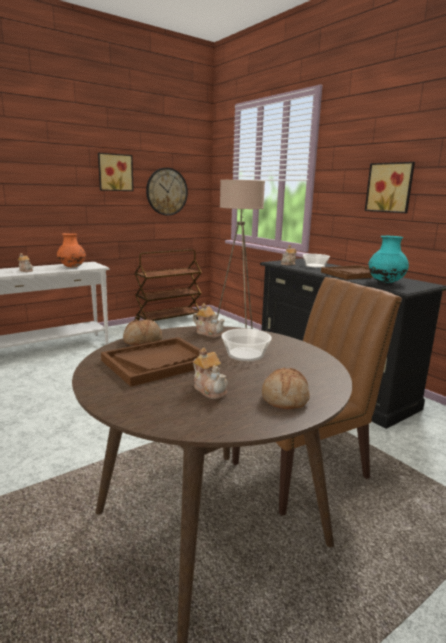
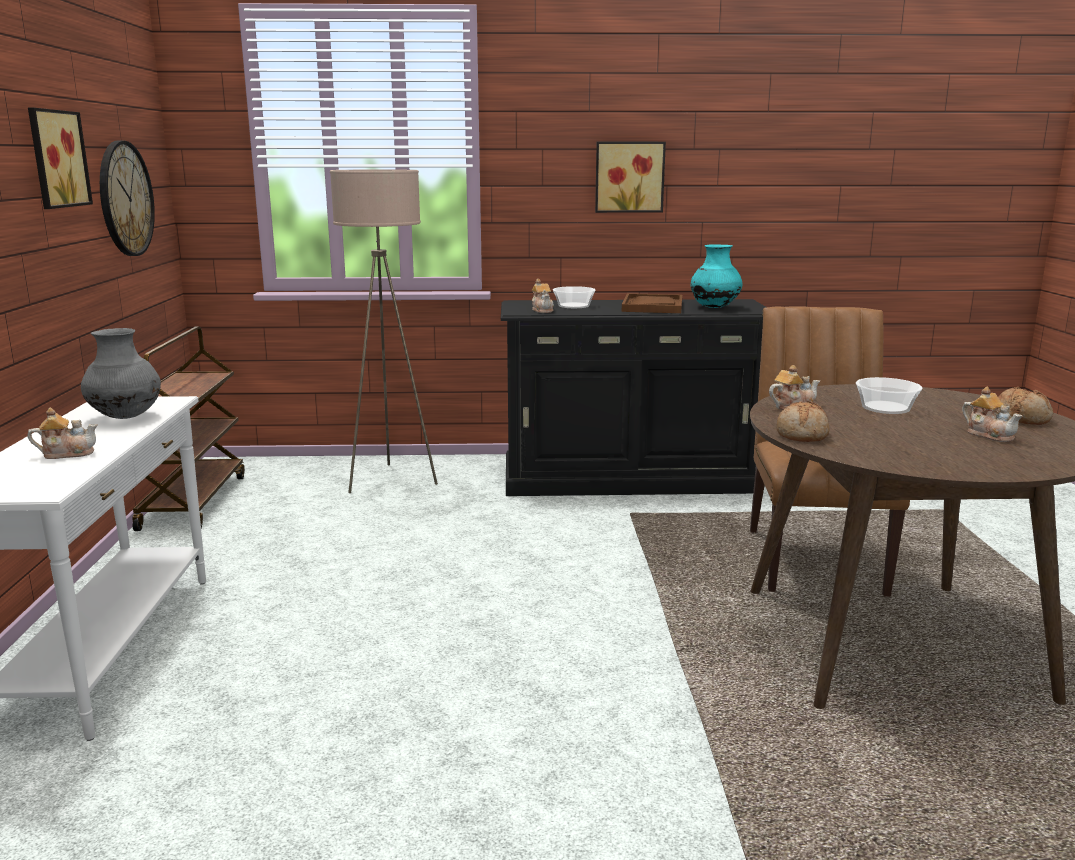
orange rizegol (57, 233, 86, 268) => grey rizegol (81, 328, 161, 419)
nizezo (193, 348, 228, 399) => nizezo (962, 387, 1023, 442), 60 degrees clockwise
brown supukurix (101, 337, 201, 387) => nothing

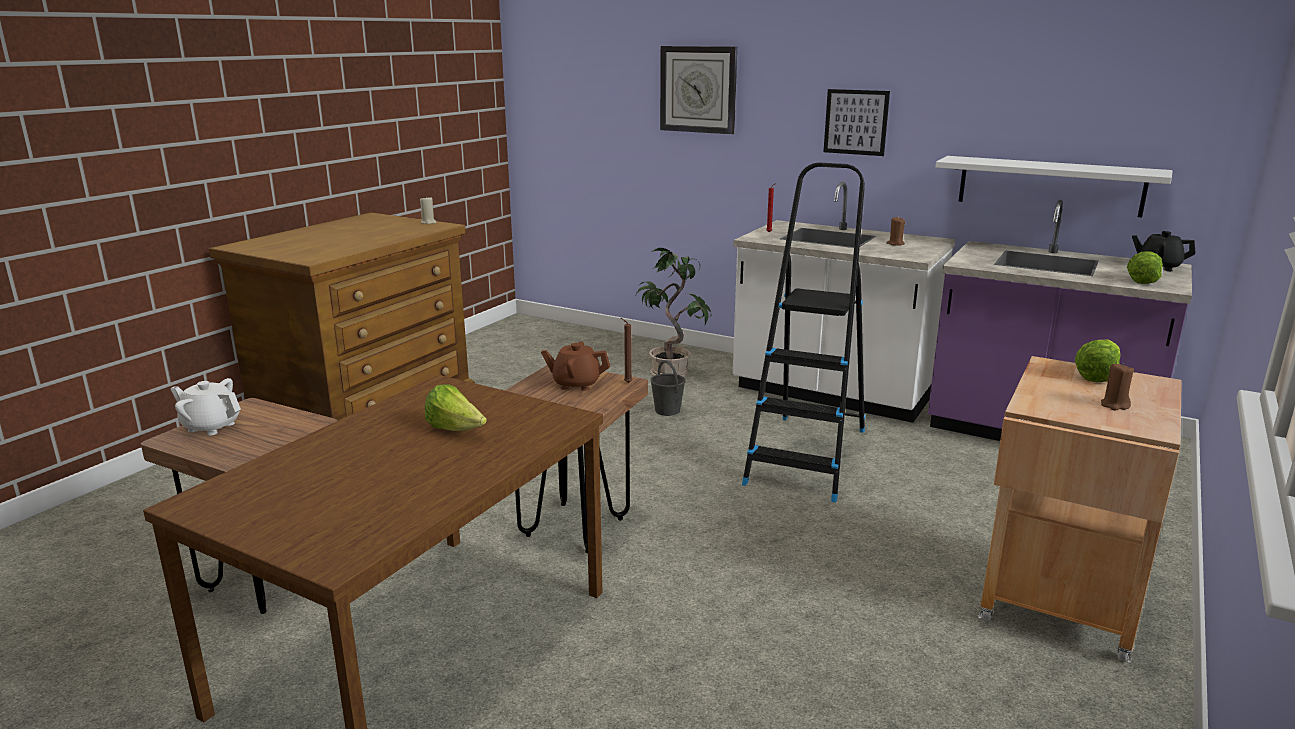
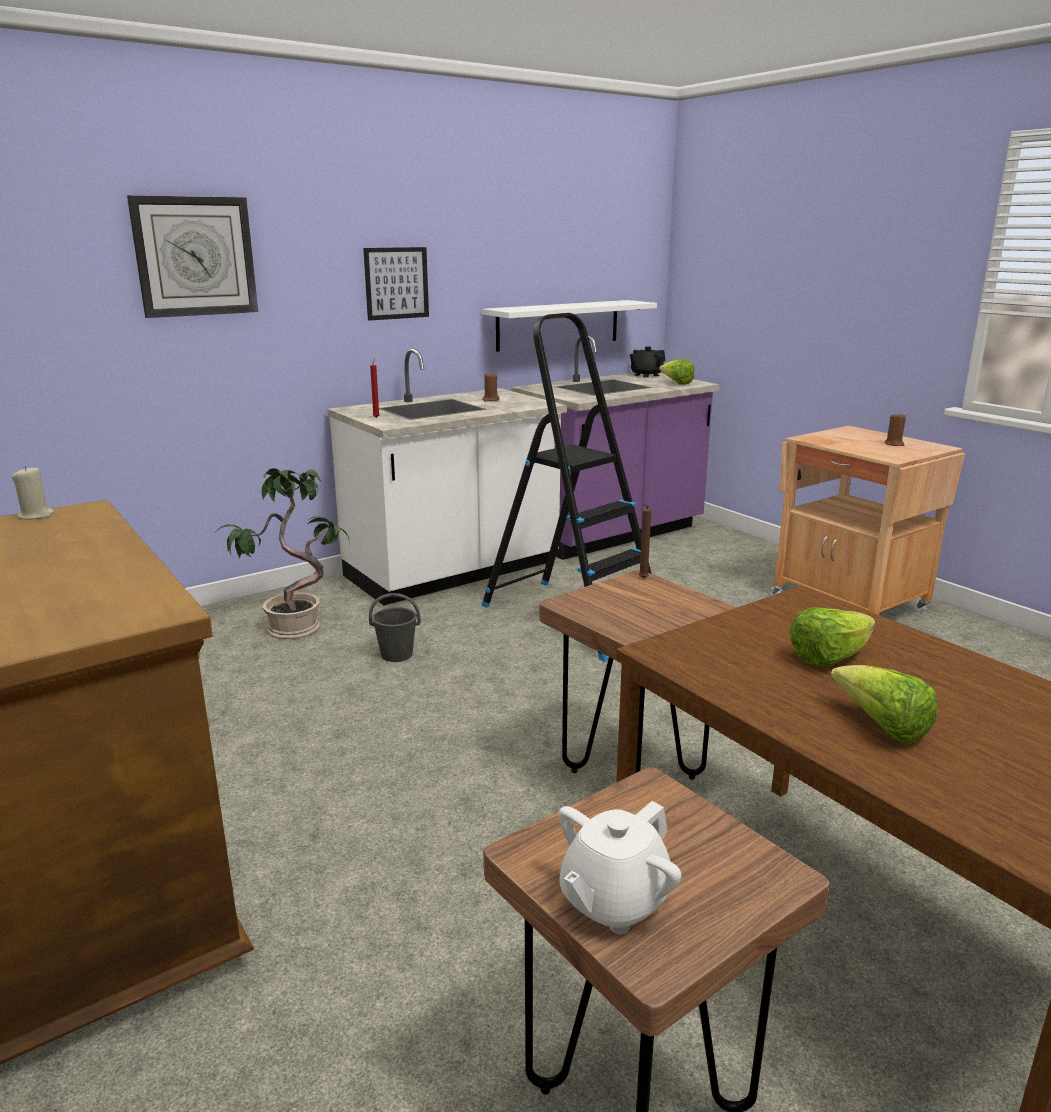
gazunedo (1075, 340, 1121, 382) => gazunedo (830, 665, 938, 744), relocated
brown nizezo (541, 341, 610, 391) => nothing

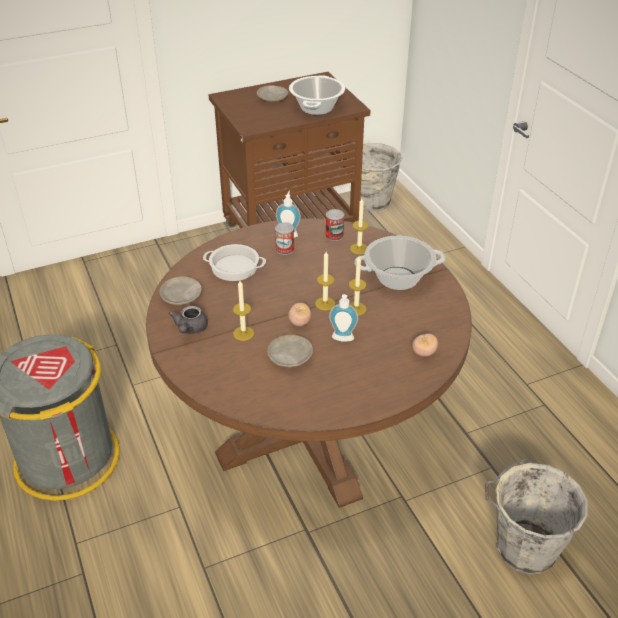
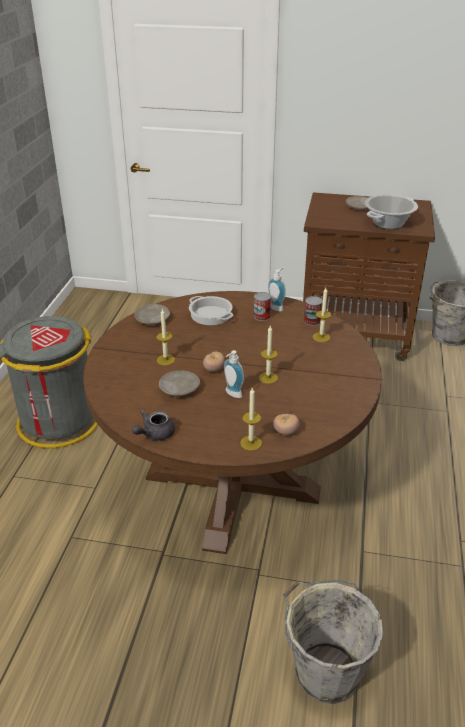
grey nizezo (169, 306, 208, 334) => grey nizezo (132, 410, 175, 440), relocated
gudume (315, 251, 335, 311) => gudume (240, 388, 262, 451), relocated
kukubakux (354, 236, 445, 290) => nothing

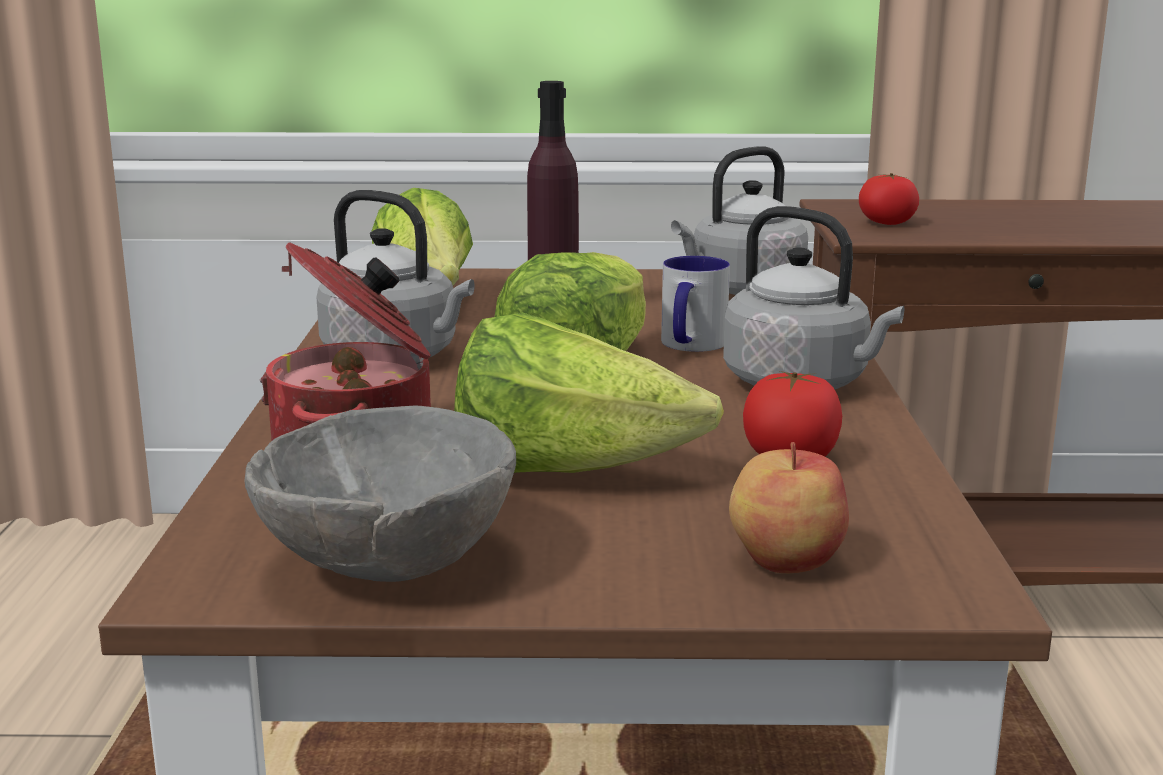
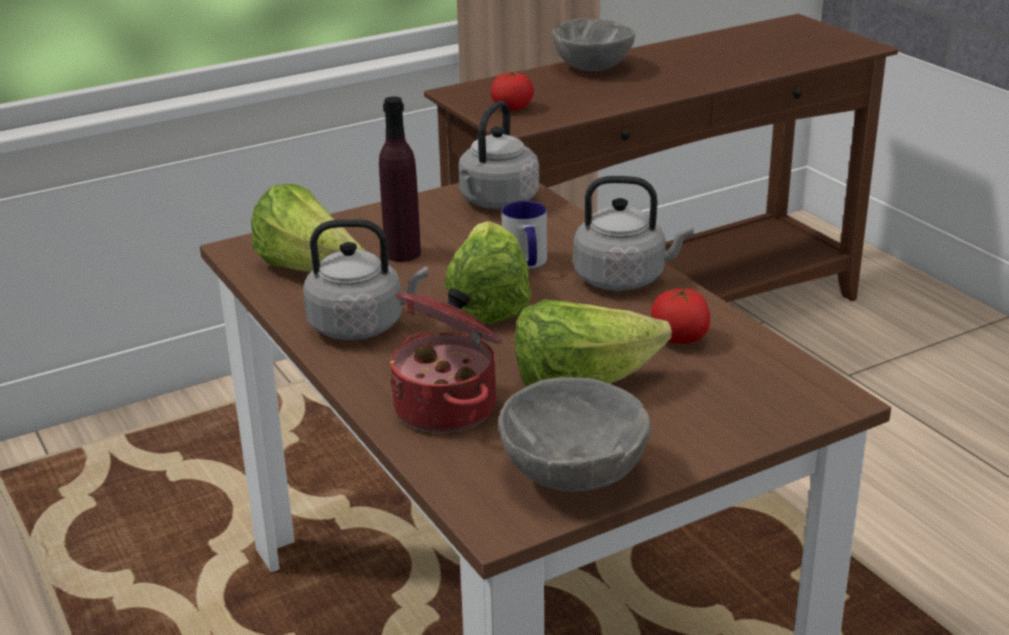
nothing => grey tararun (552, 18, 635, 71)
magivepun (729, 442, 849, 573) => nothing

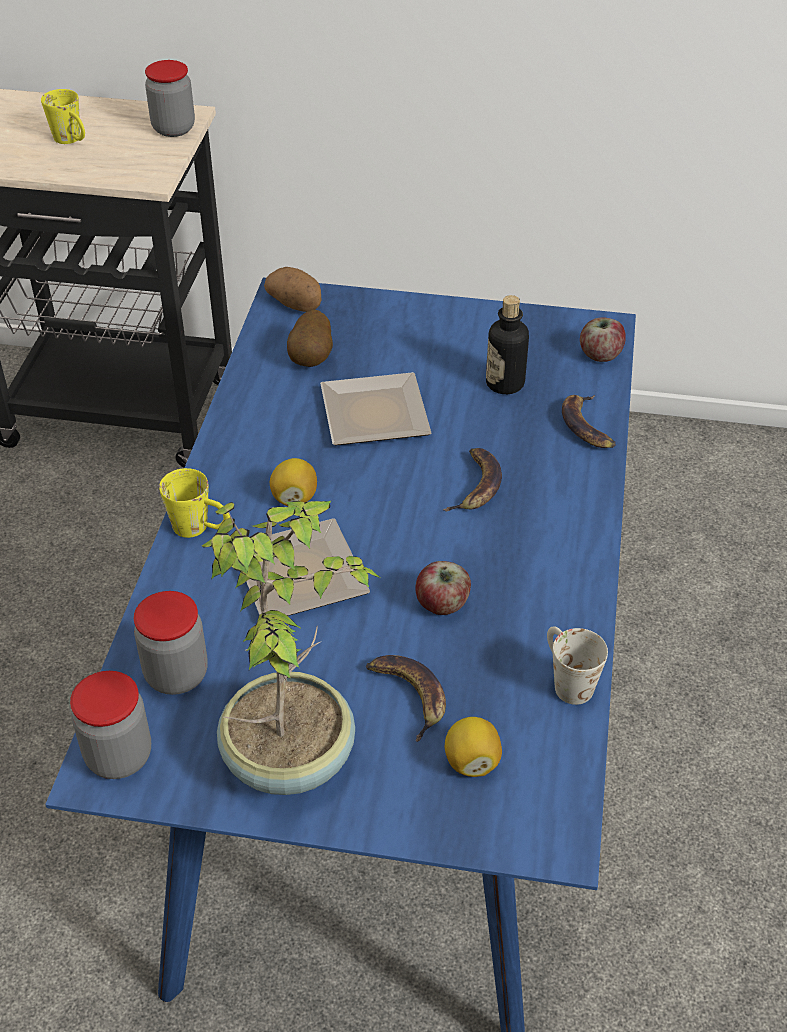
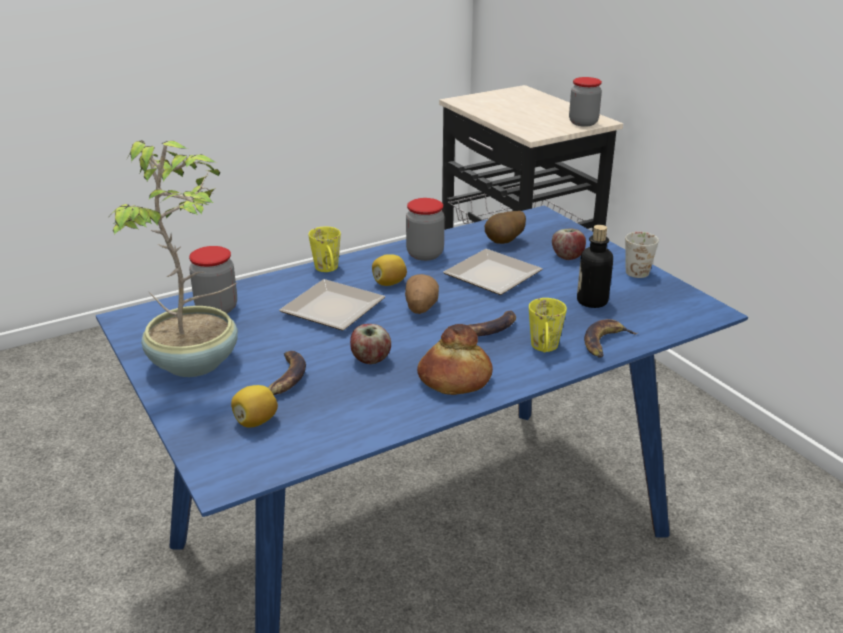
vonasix (264, 267, 322, 312) => vonasix (405, 274, 439, 314), relocated
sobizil (70, 671, 151, 779) => sobizil (406, 198, 445, 261), relocated
nothing => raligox (417, 324, 493, 395)
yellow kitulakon (41, 89, 85, 144) => yellow kitulakon (529, 298, 567, 353), relocated
magivepun (580, 317, 626, 362) => magivepun (552, 229, 586, 260), relocated
white kitulakon (547, 626, 608, 705) => white kitulakon (625, 232, 659, 278), relocated

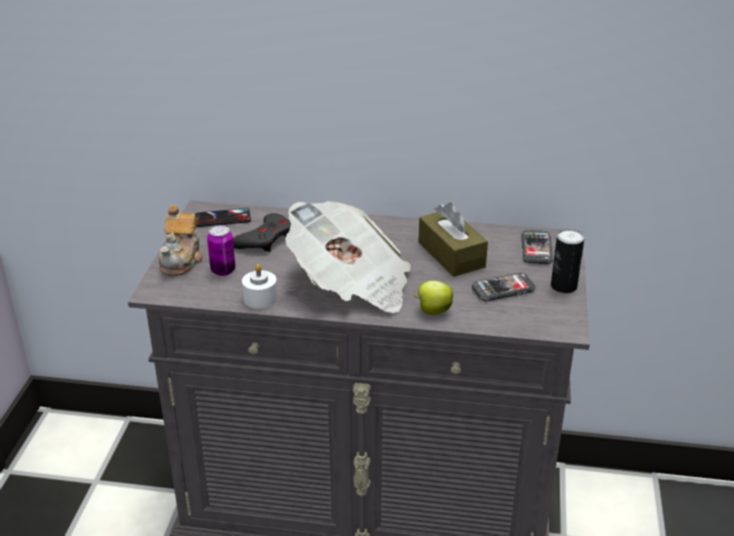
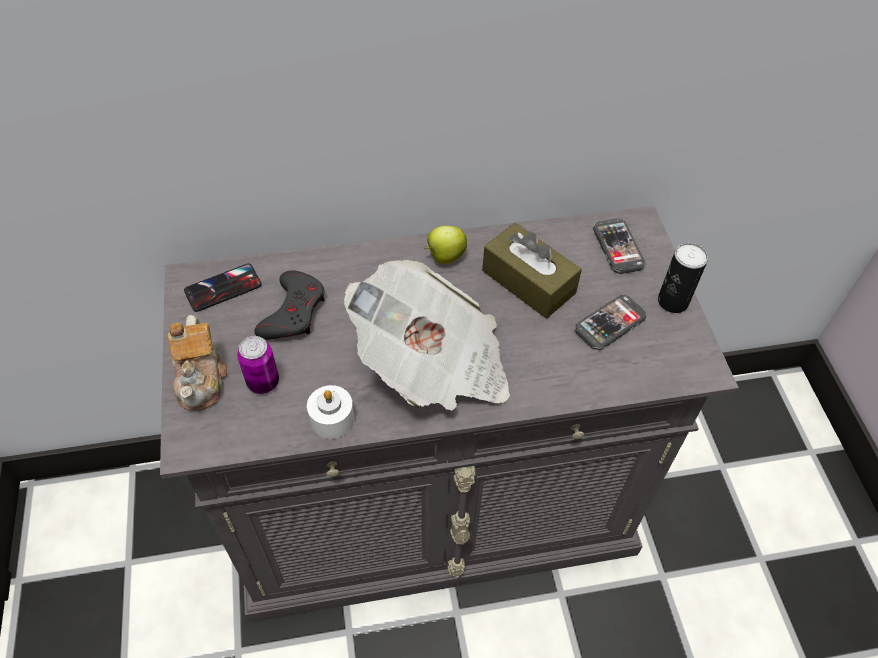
magivepun (414, 281, 453, 315) => magivepun (424, 226, 467, 264), relocated

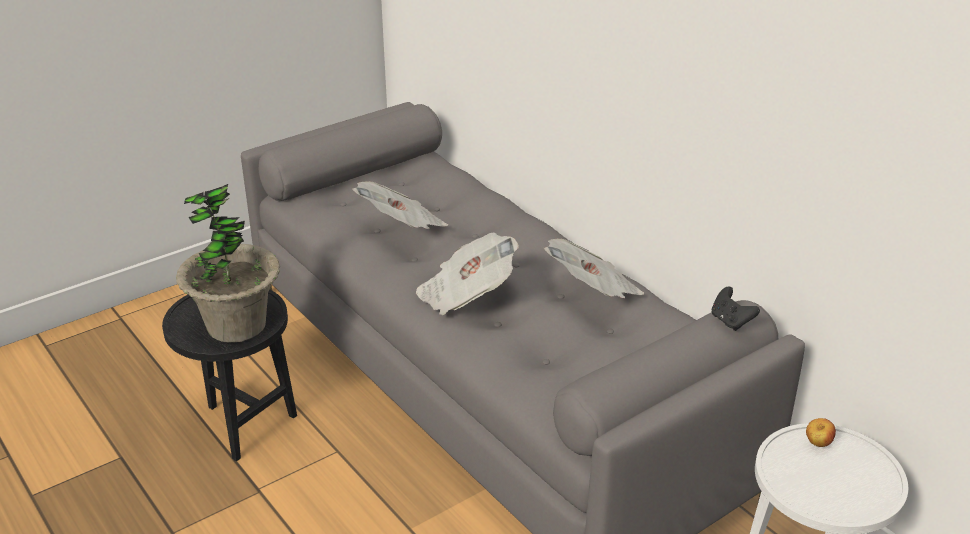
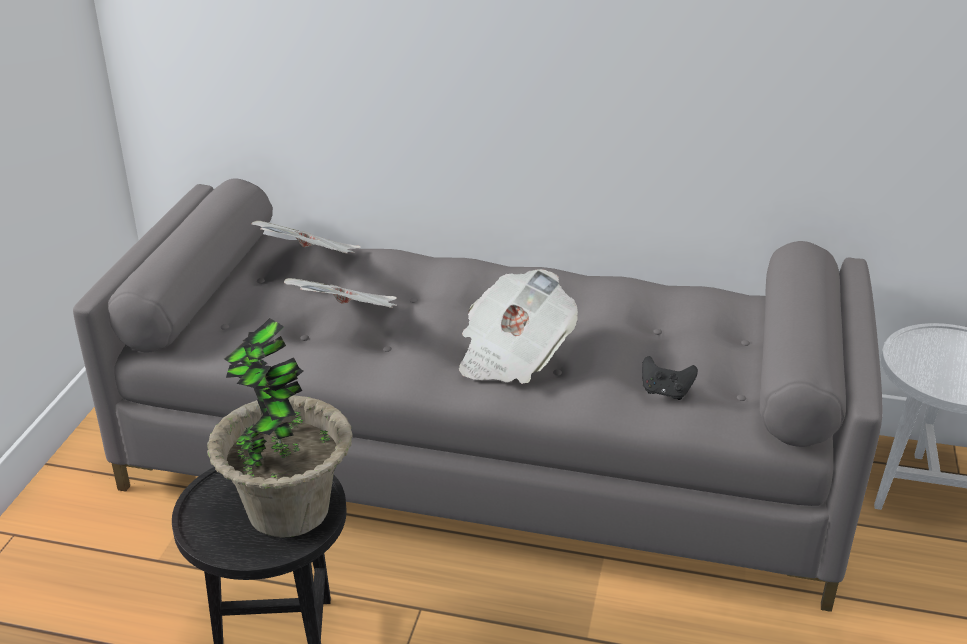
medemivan (544, 239, 644, 298) => medemivan (251, 221, 361, 253), relocated
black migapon (712, 286, 760, 331) => black migapon (642, 356, 698, 400), relocated
magivepun (806, 418, 836, 447) => nothing

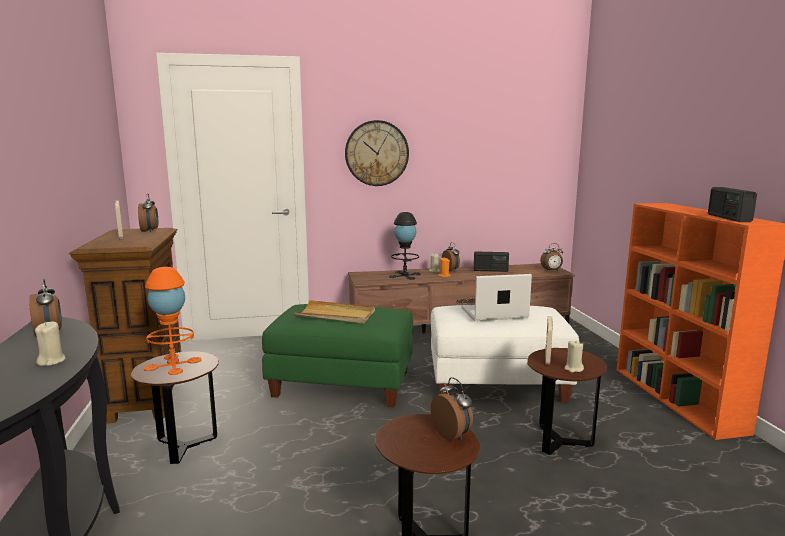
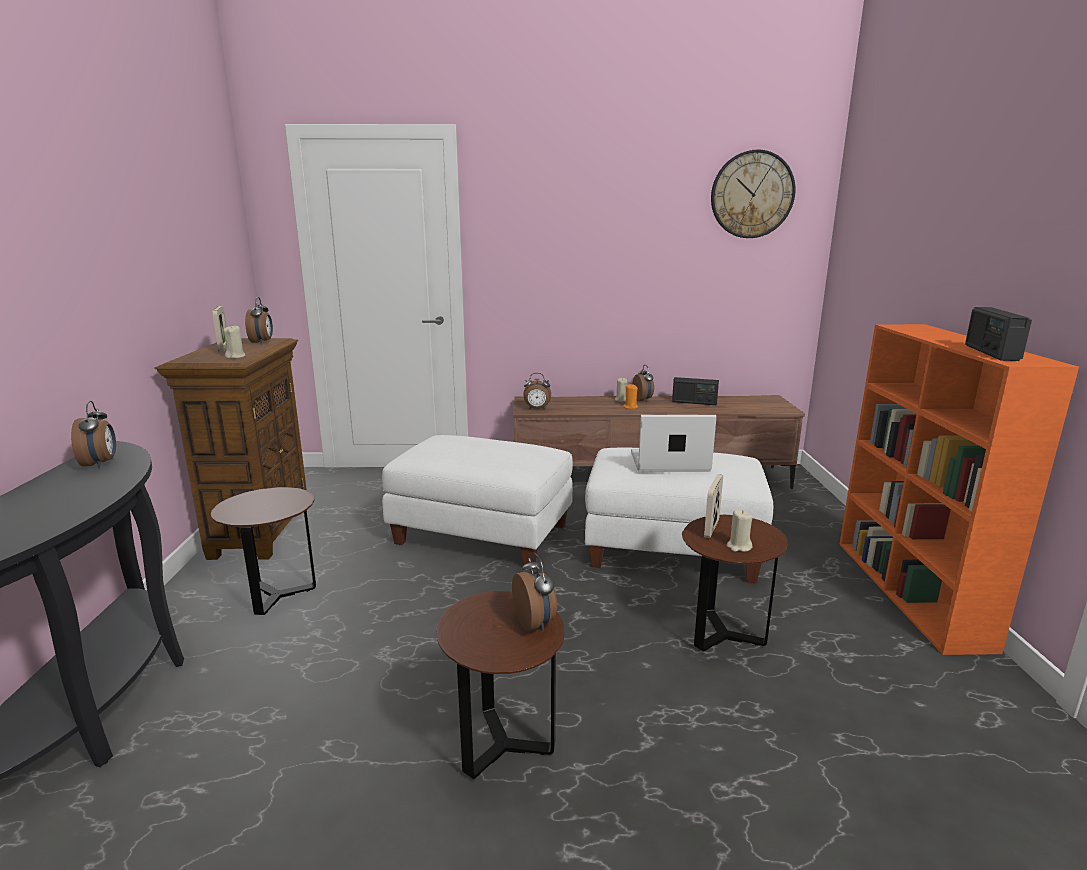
beige gudume (35, 322, 65, 366) => beige gudume (223, 326, 245, 359), relocated
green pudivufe (262, 304, 413, 408) => white pudivufe (382, 435, 573, 566)
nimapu (540, 243, 563, 271) => nimapu (523, 373, 551, 410), relocated
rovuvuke (345, 120, 409, 186) => rovuvuke (711, 150, 795, 238), relocated
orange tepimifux (144, 267, 202, 375) => nothing
beige supukurix (293, 300, 375, 324) => nothing
black tepimifux (389, 212, 421, 280) => nothing

